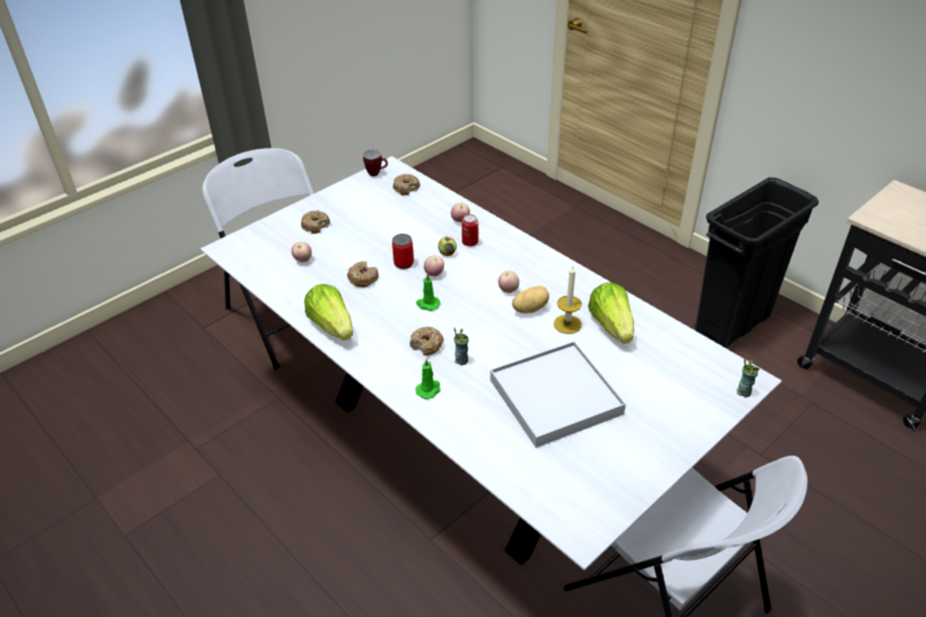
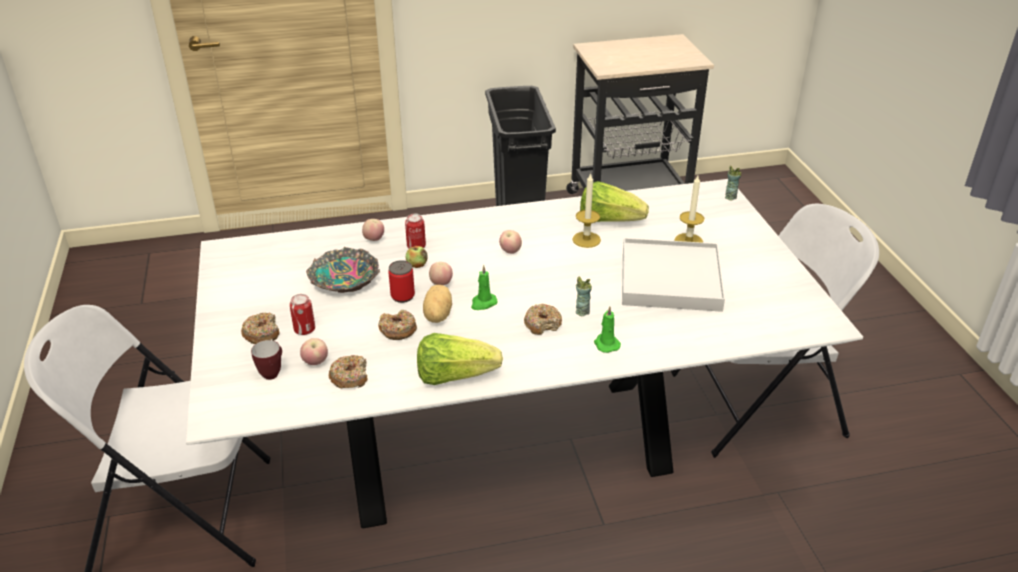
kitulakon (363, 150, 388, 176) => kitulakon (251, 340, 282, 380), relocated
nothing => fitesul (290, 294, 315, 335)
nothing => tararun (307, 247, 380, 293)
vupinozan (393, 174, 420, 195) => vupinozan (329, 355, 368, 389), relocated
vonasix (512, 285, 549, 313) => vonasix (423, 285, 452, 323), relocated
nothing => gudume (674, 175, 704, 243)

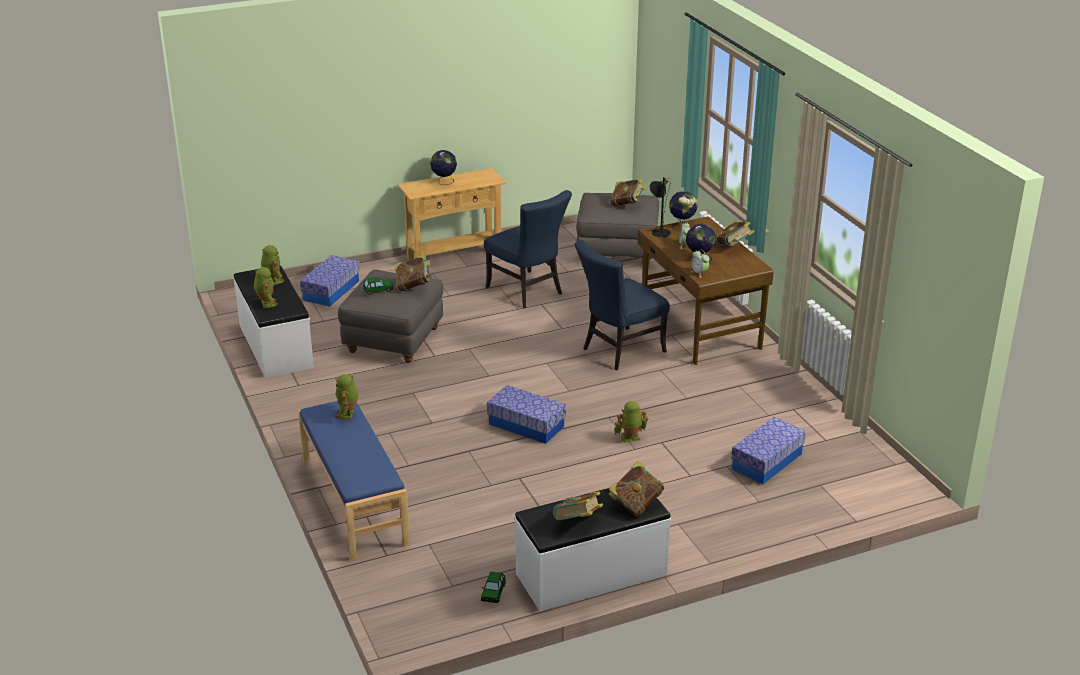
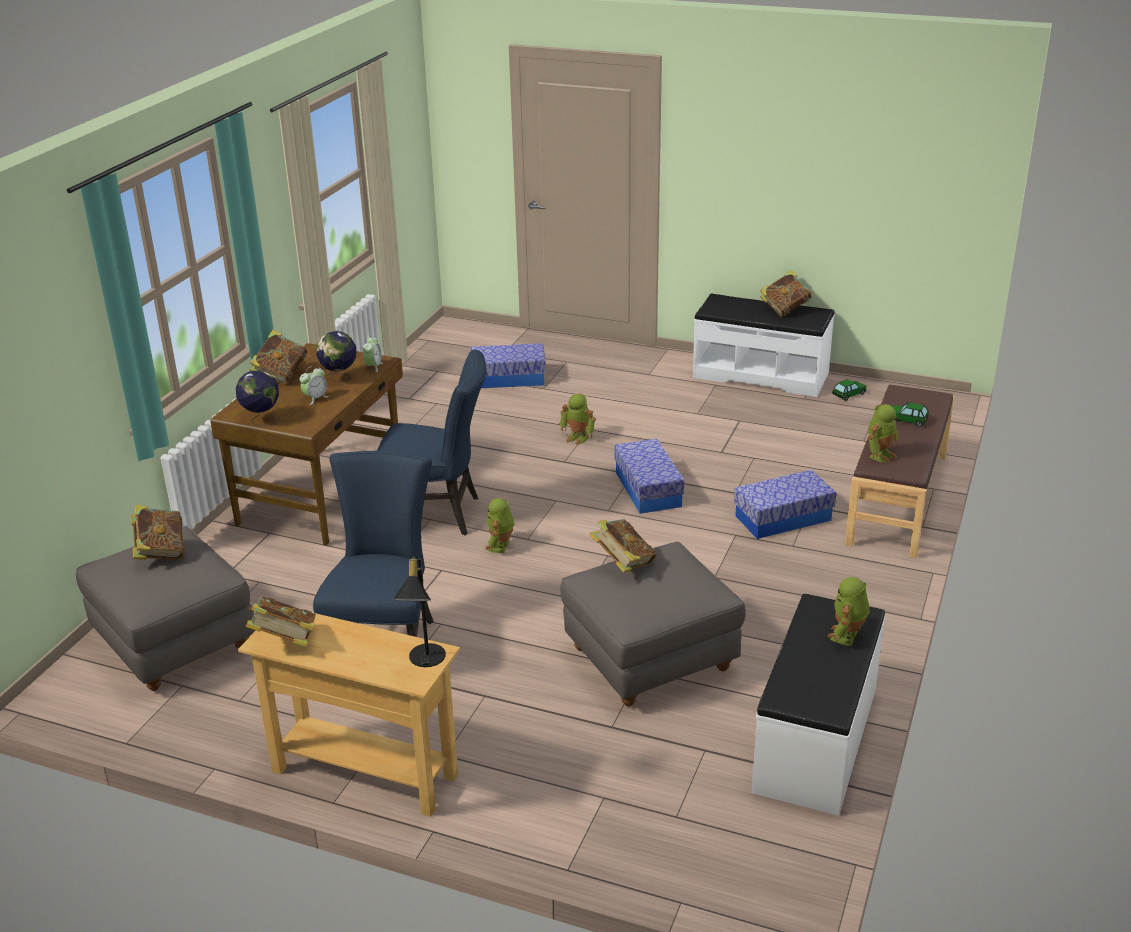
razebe (608, 461, 664, 516) => razebe (246, 596, 316, 647), relocated
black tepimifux (650, 177, 671, 237) => black tepimifux (393, 556, 446, 667), relocated
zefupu (261, 245, 285, 285) => zefupu (485, 498, 515, 553), relocated
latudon (300, 255, 360, 307) => latudon (734, 470, 836, 539), relocated
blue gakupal (298, 401, 410, 560) => brown gakupal (845, 385, 954, 558)
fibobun (363, 277, 393, 295) => fibobun (892, 402, 929, 427), relocated
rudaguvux (430, 150, 457, 185) => nothing

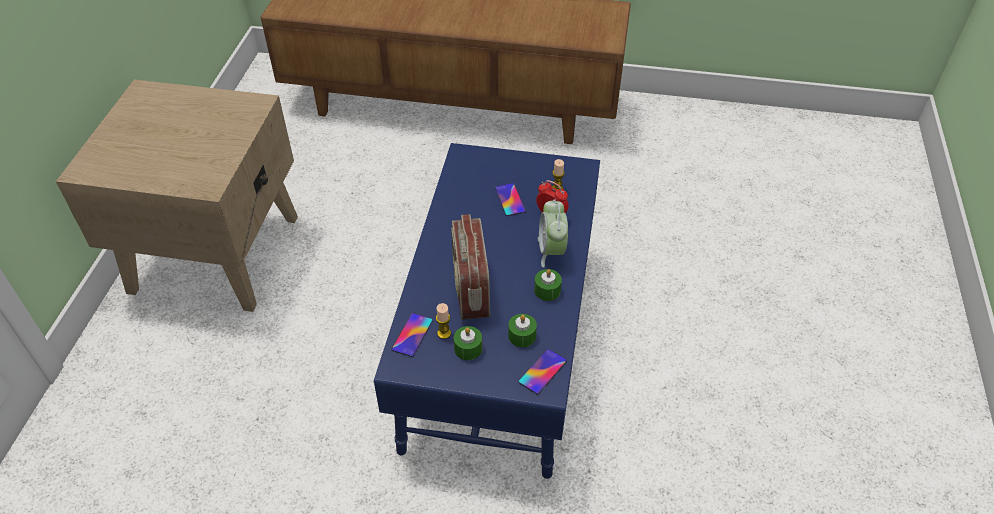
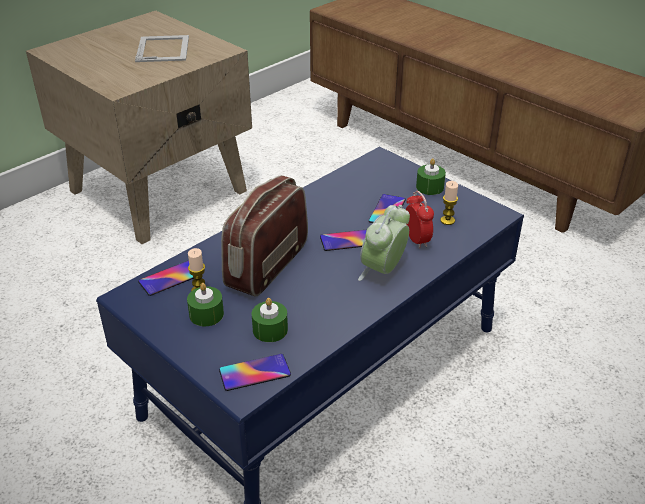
nothing => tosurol (135, 35, 189, 62)
nothing => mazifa (320, 230, 367, 251)
green gudume (534, 269, 562, 301) => green gudume (416, 158, 446, 195), relocated

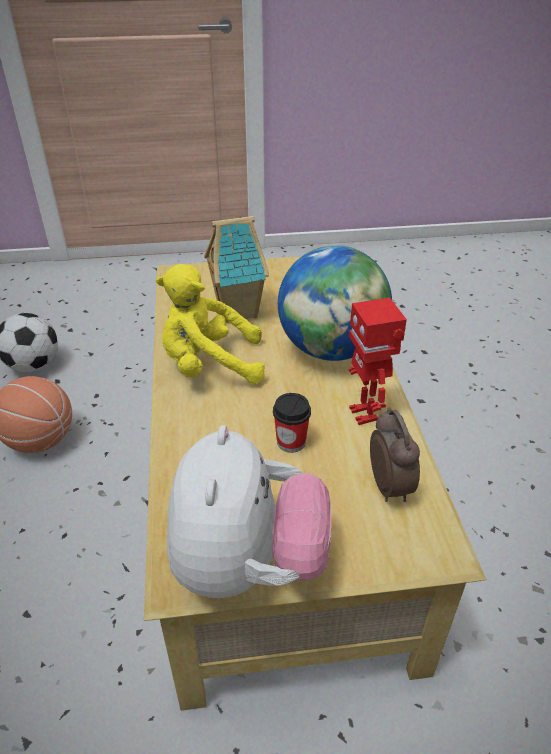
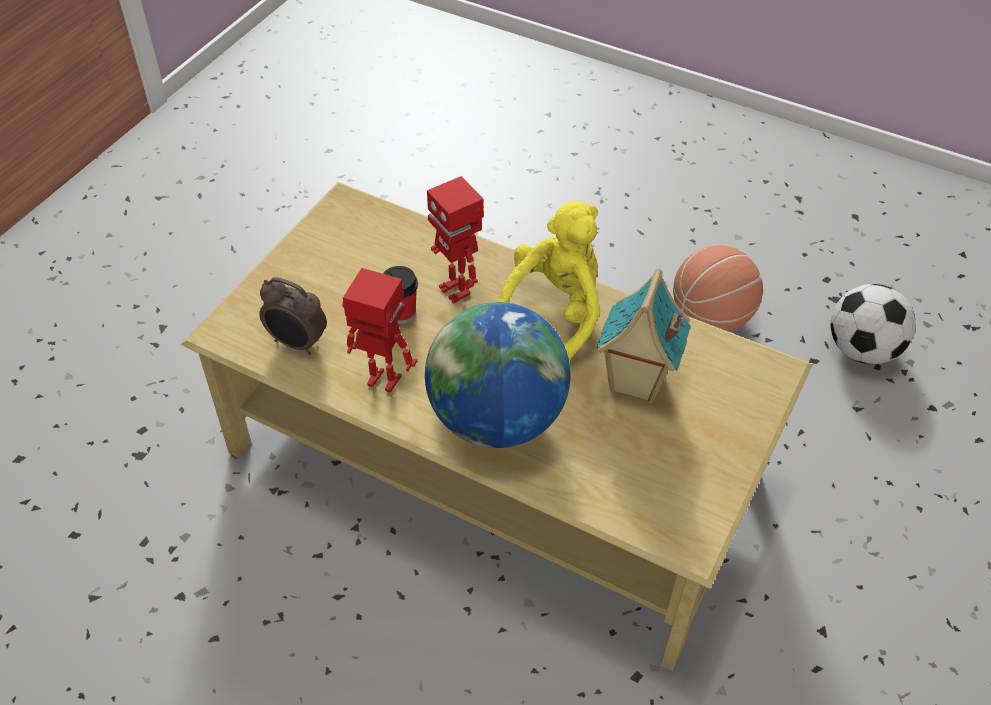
nothing => zefupu (427, 176, 483, 304)
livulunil (167, 425, 331, 598) => nothing

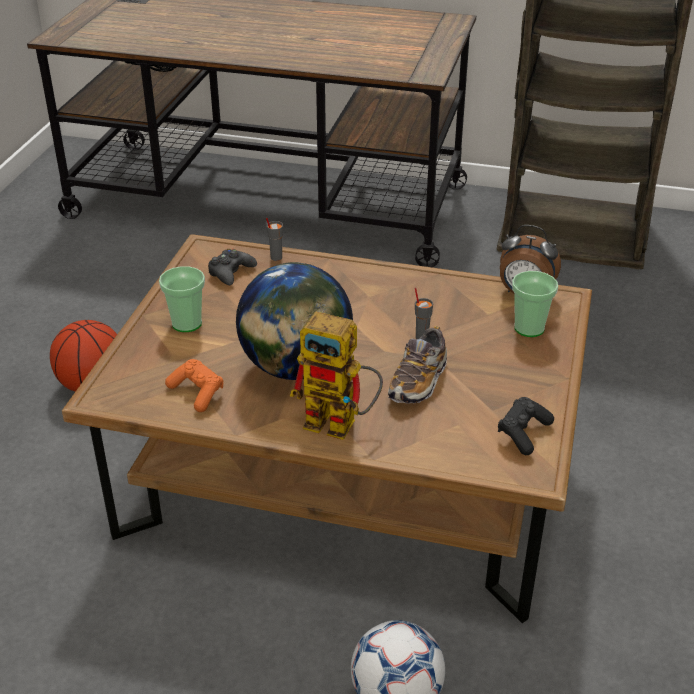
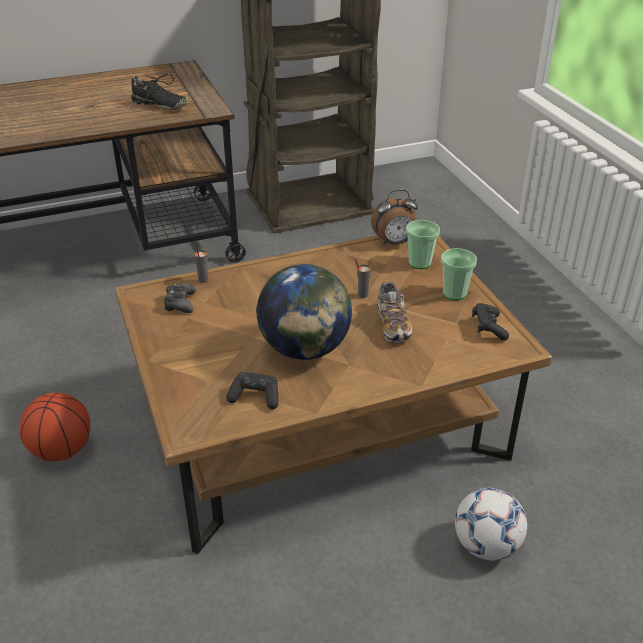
nothing => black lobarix (131, 74, 187, 111)
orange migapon (165, 359, 223, 412) => black migapon (226, 372, 278, 409)
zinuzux (159, 266, 205, 332) => zinuzux (441, 248, 477, 300), relocated
zefupu (290, 312, 383, 440) => nothing

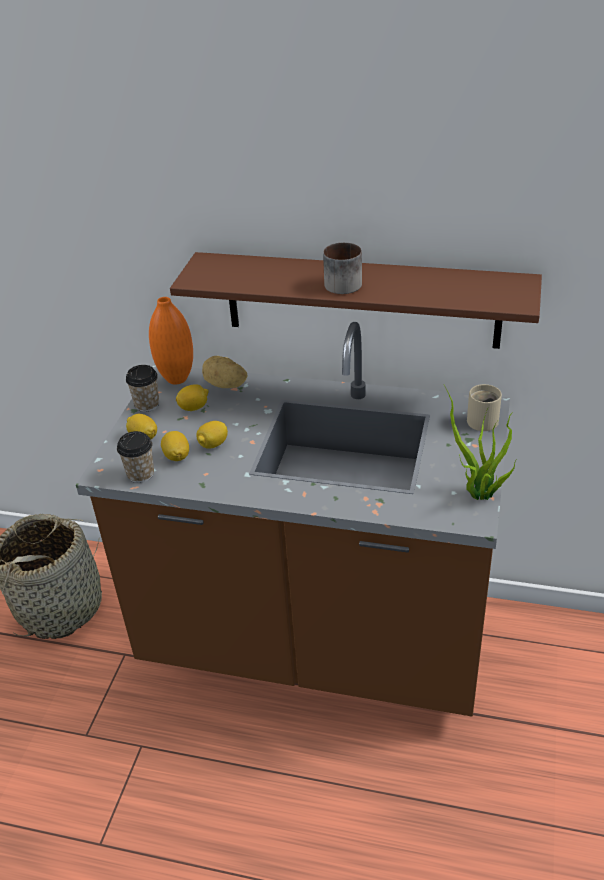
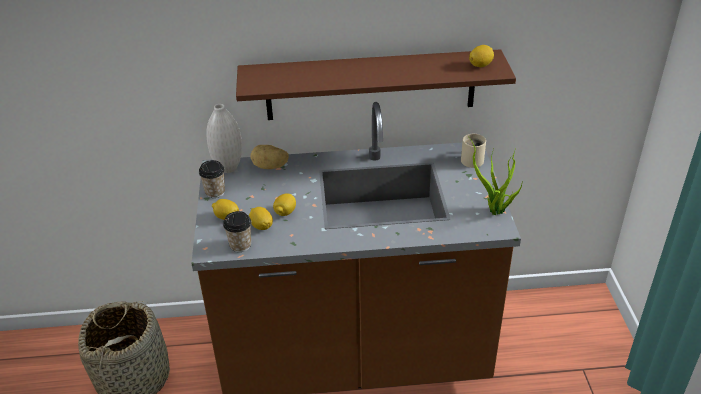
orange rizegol (149, 297, 193, 385) => white rizegol (206, 104, 242, 173)
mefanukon (176, 384, 209, 411) => mefanukon (469, 45, 494, 67), relocated
kitulakon (323, 242, 362, 294) => nothing

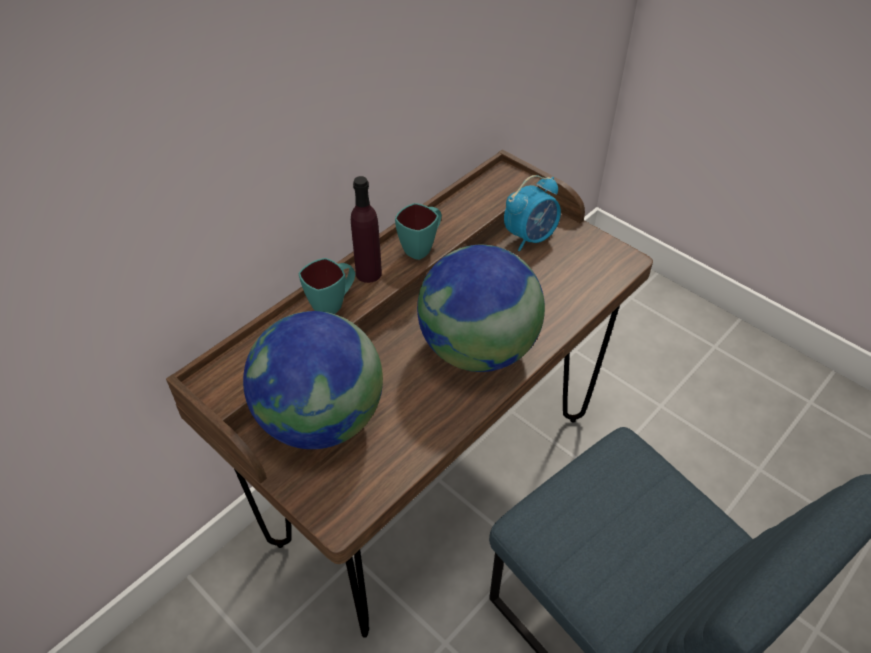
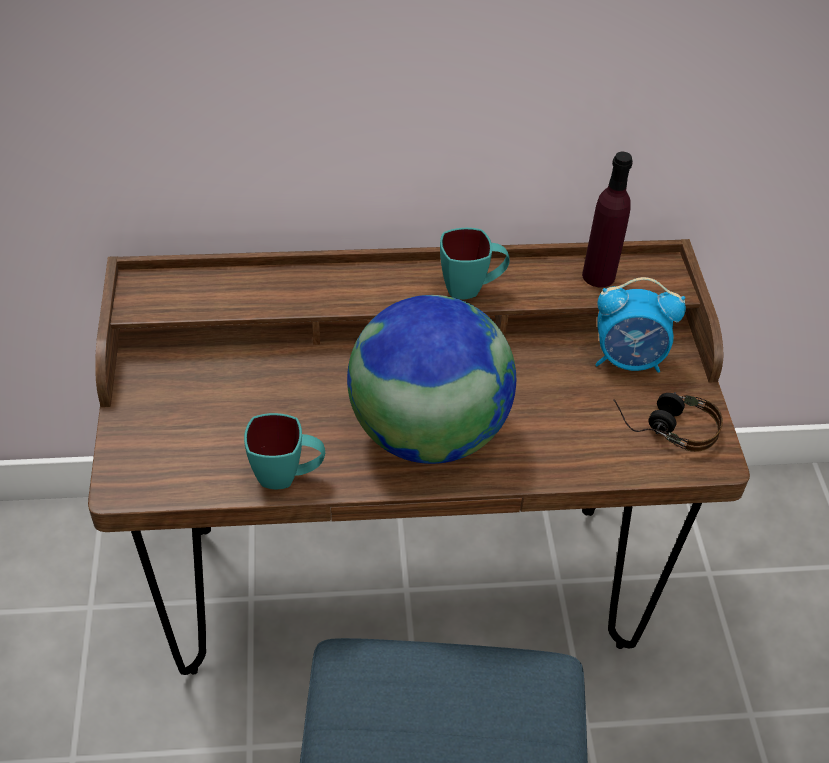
turquoise kitulakon (299, 258, 355, 314) => turquoise kitulakon (244, 413, 325, 489), relocated
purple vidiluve (351, 176, 382, 283) => purple vidiluve (582, 152, 633, 287), relocated
nothing => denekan (613, 392, 723, 452)
rudaguvux (243, 311, 383, 449) => nothing

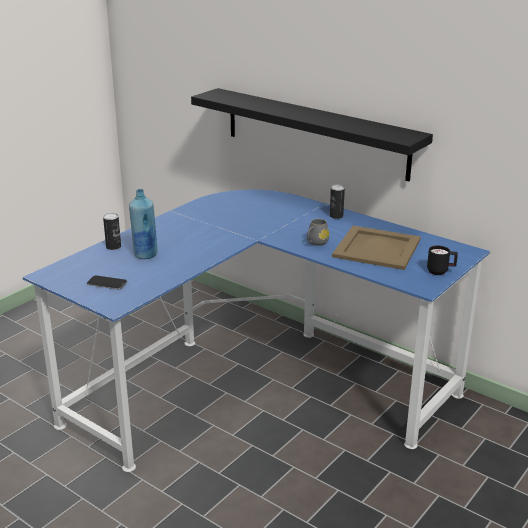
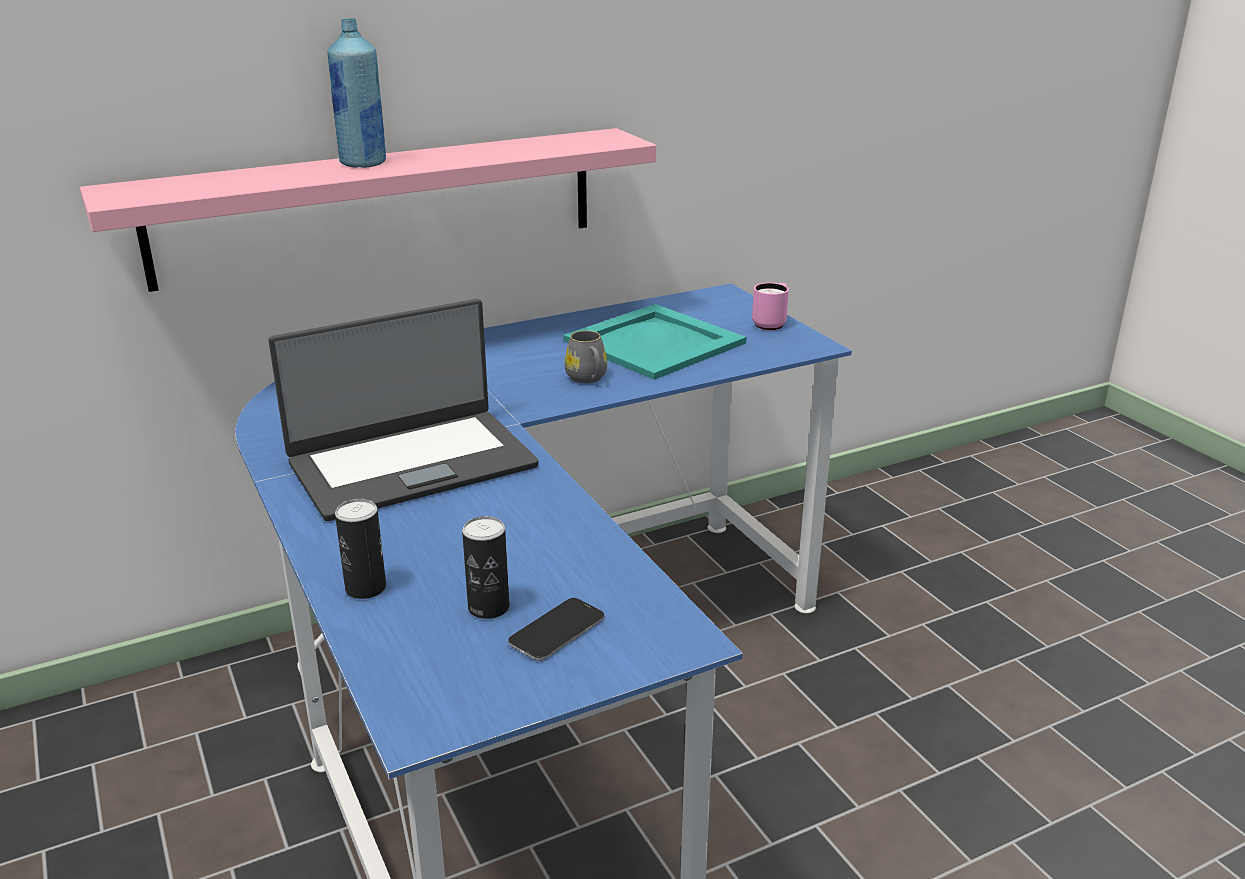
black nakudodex (191, 88, 433, 181) => pink nakudodex (80, 128, 656, 292)
nothing => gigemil (268, 299, 539, 521)
blue vidiluve (129, 189, 157, 259) => blue vidiluve (327, 18, 386, 168), relocated
fitesul (330, 185, 345, 219) => fitesul (462, 516, 510, 619), relocated
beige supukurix (332, 226, 421, 270) => turquoise supukurix (563, 304, 747, 380)
black kitulakon (427, 246, 458, 275) => pink kitulakon (752, 283, 789, 331)

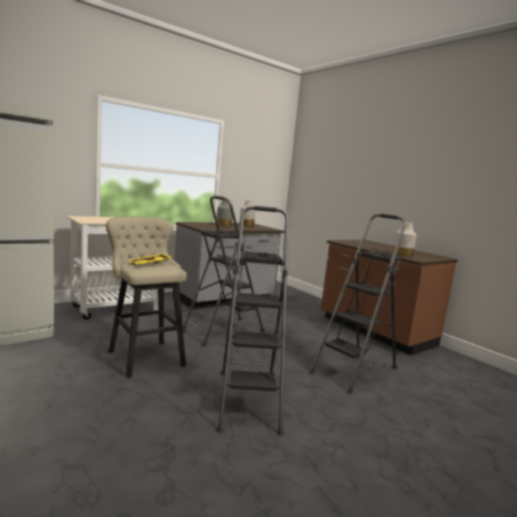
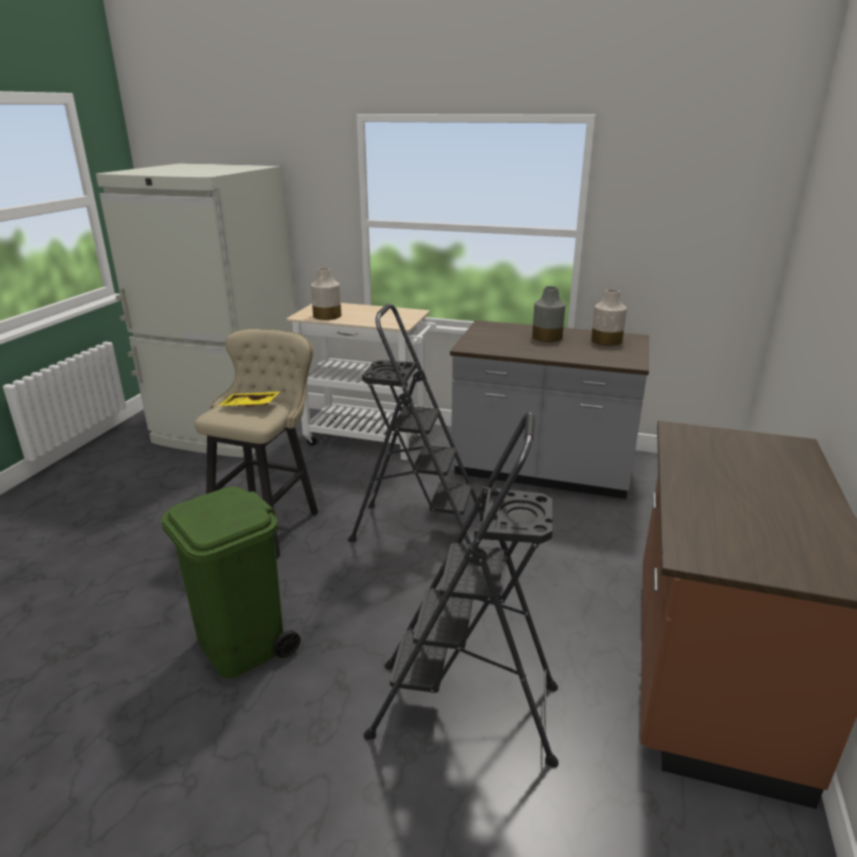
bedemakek (216, 206, 289, 436) => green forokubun (161, 486, 301, 678)
beige rizegol (392, 222, 417, 257) => beige rizegol (311, 268, 341, 320), relocated

